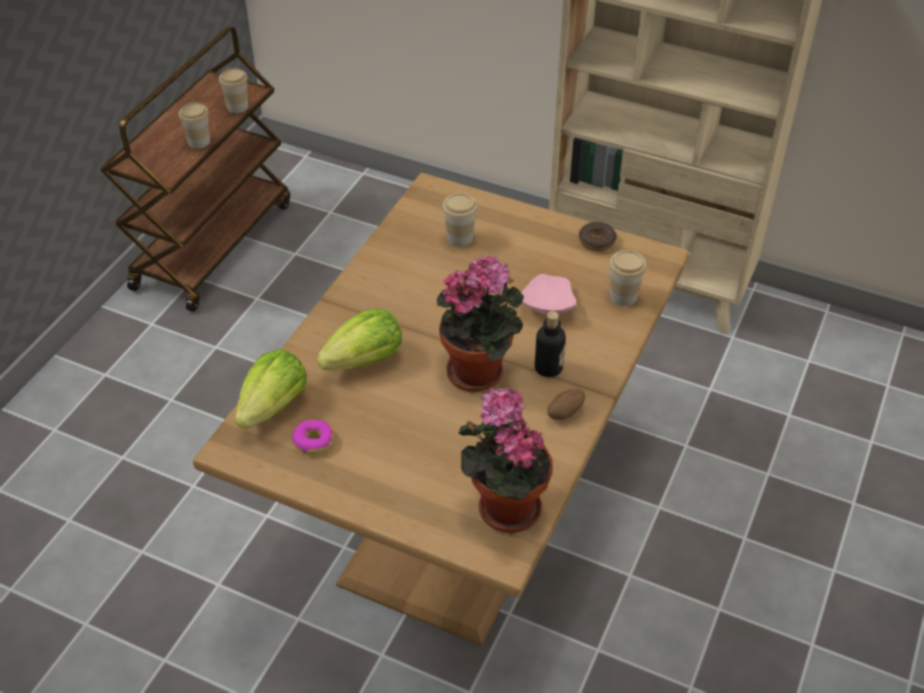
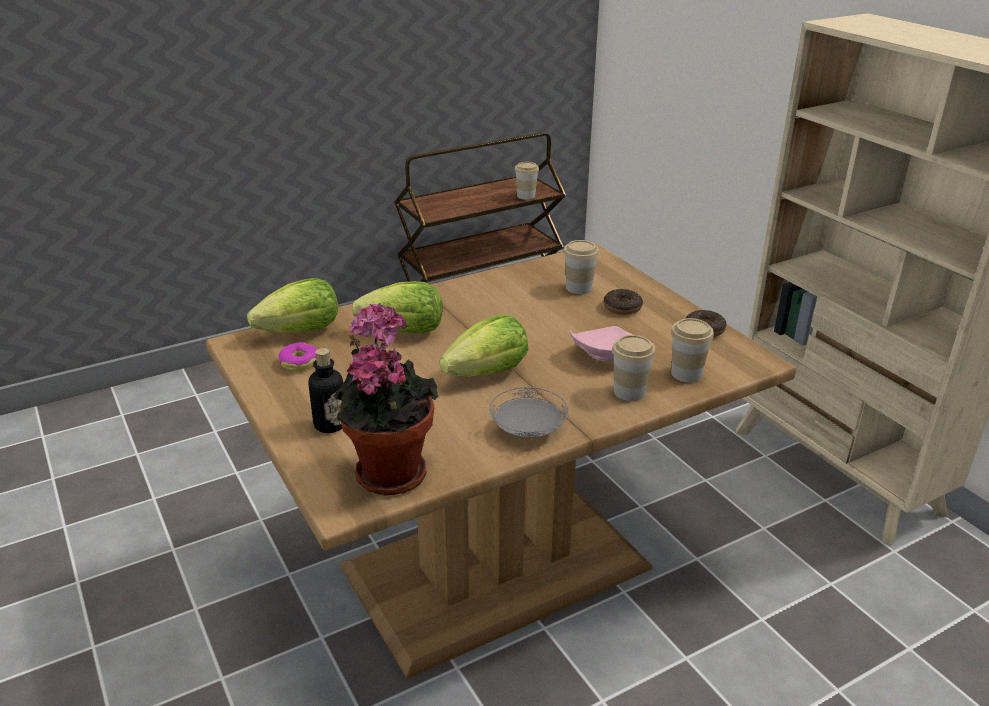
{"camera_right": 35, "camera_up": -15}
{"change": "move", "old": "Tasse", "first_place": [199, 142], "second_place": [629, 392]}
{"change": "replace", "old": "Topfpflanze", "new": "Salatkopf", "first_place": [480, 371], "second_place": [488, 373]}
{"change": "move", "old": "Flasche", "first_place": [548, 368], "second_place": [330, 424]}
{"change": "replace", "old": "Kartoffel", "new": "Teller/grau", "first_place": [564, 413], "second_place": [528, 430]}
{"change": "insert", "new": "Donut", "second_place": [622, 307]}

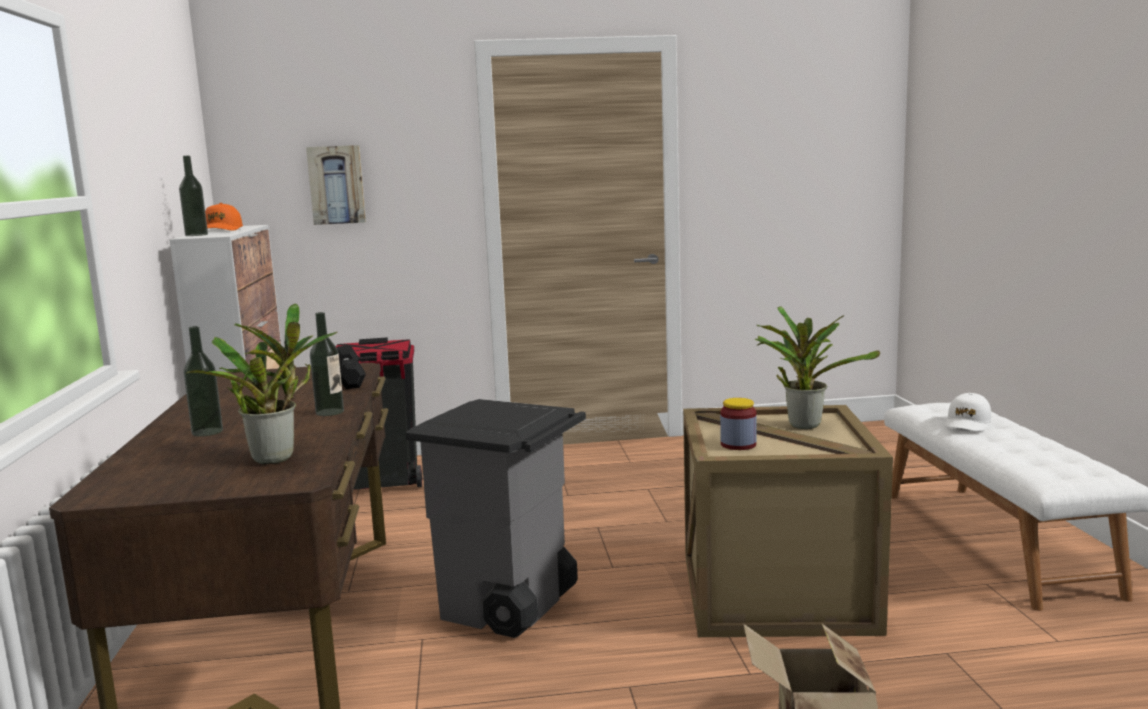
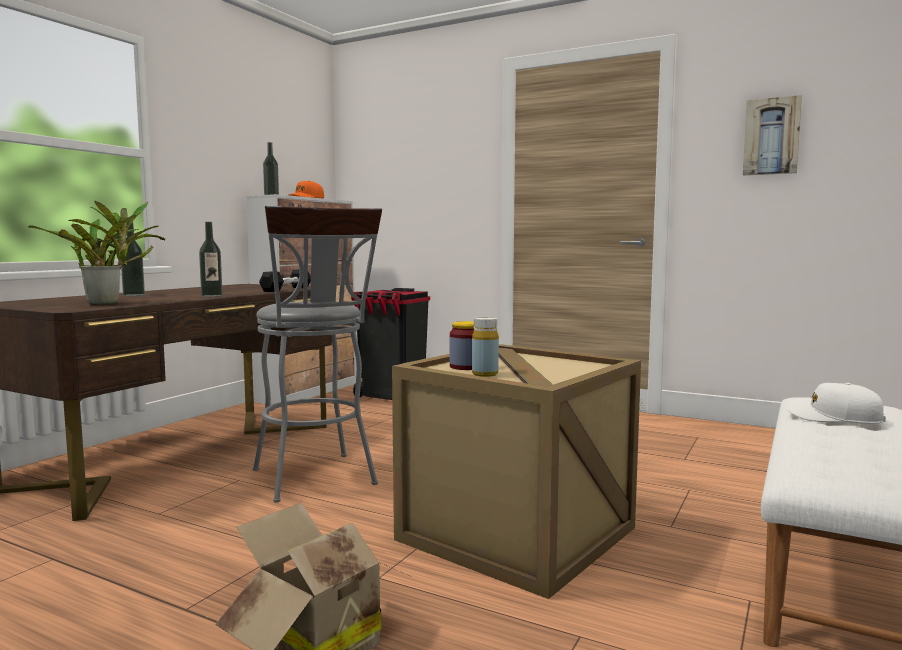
{"camera_right": 35, "camera_up": -5}
{"change": "move", "old": "Bild", "first_place": [337, 185], "second_place": [771, 137]}
{"change": "replace", "old": "Mülleimer/grau", "new": "Hocker/grau", "first_place": [508, 607], "second_place": [317, 480]}
{"change": "delete", "old": "Topfpflanze", "first_place": [803, 424]}
{"change": "rotate", "old": "Kappe/weiß", "first_place": [967, 423], "second_place": [834, 418], "degrees": 45}
{"change": "insert", "new": "Flasche/gelb", "second_place": [485, 374]}

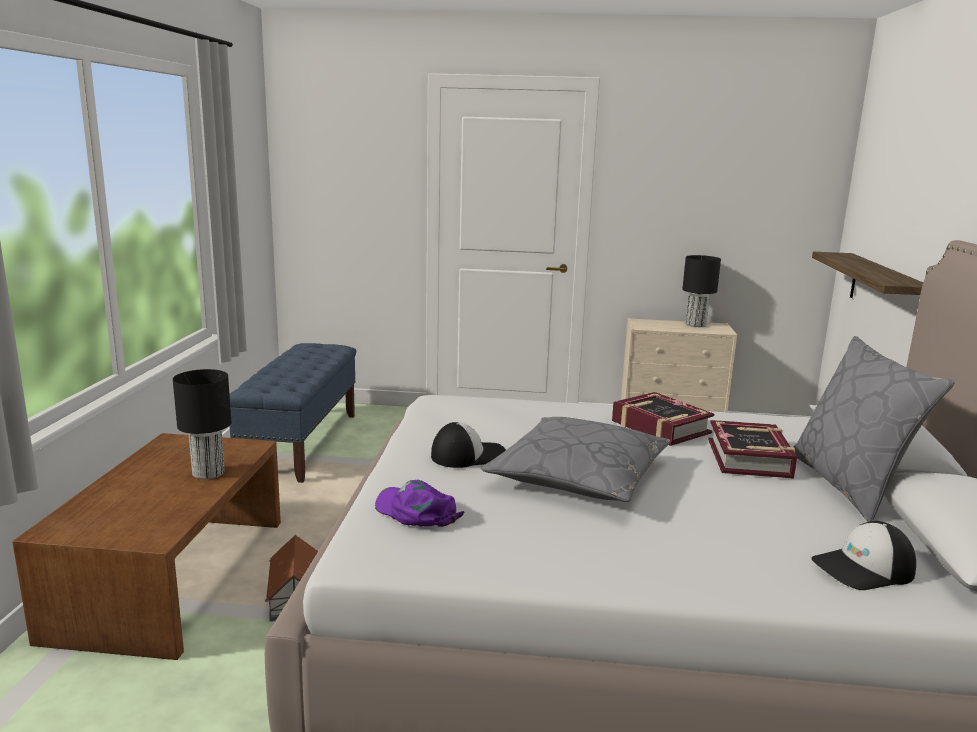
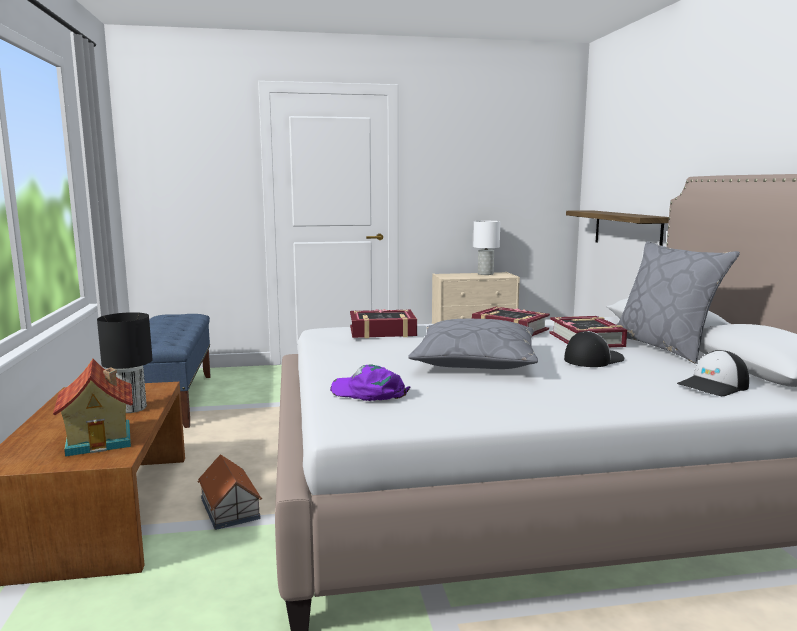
{"camera_right": -15, "camera_up": -5}
{"change": "move", "old": "Kappe", "first_place": [468, 455], "second_place": [593, 359]}
{"change": "recolor", "old": "Tischlampe/schwarz", "new": "Tischlampe/weiß", "first_place": [695, 324], "second_place": [485, 274]}
{"change": "insert", "new": "Spielzeughaus", "second_place": [101, 440]}
{"change": "insert", "new": "Buch", "second_place": [382, 331]}

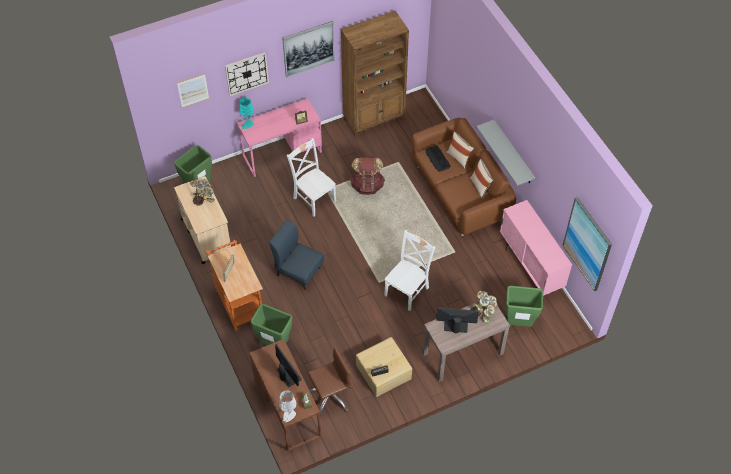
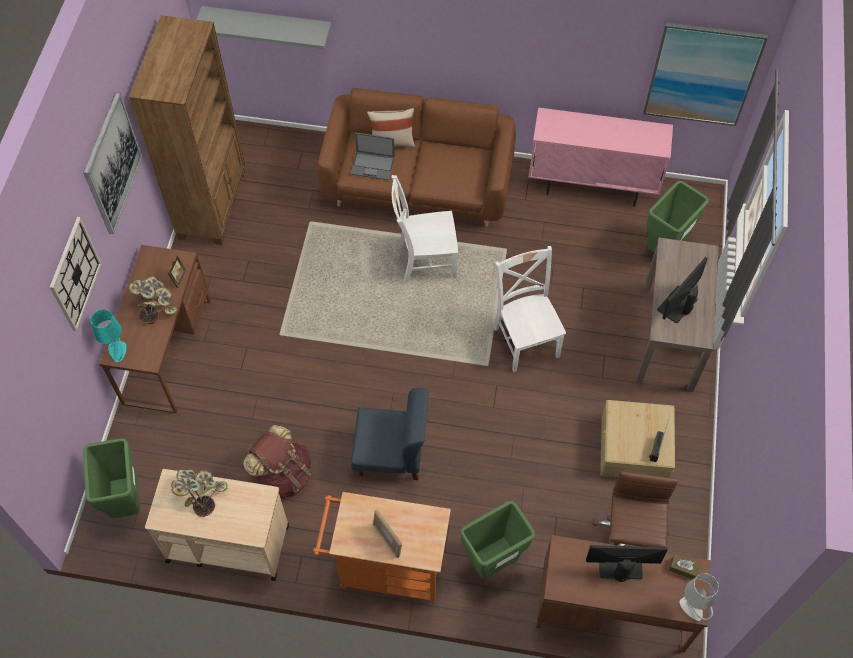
{"camera_right": -55, "camera_up": 5}
{"change": "delete", "old": "Bild", "first_place": [193, 90]}
{"change": "recolor", "old": "Schreibtisch/rosa", "new": "Schreibtisch/braun", "first_place": [282, 153], "second_place": [168, 351]}
{"change": "rotate", "old": "Stuhl/blau", "first_place": [298, 271], "second_place": [391, 454], "degrees": -150}
{"change": "move", "old": "Stuhl/weiß", "first_place": [313, 198], "second_place": [424, 260]}
{"change": "move", "old": "Rucksack/braun", "first_place": [367, 185], "second_place": [283, 475]}
{"change": "replace", "old": "Tastatur", "new": "Laptop", "first_place": [437, 159], "second_place": [373, 165]}
{"change": "delete", "old": "Kissen/beige", "first_place": [480, 186]}
{"change": "move", "old": "Topfpflanze", "first_place": [483, 311], "second_place": [155, 305]}
{"change": "move", "old": "Wandregal/grau", "first_place": [513, 153], "second_place": [267, 23]}

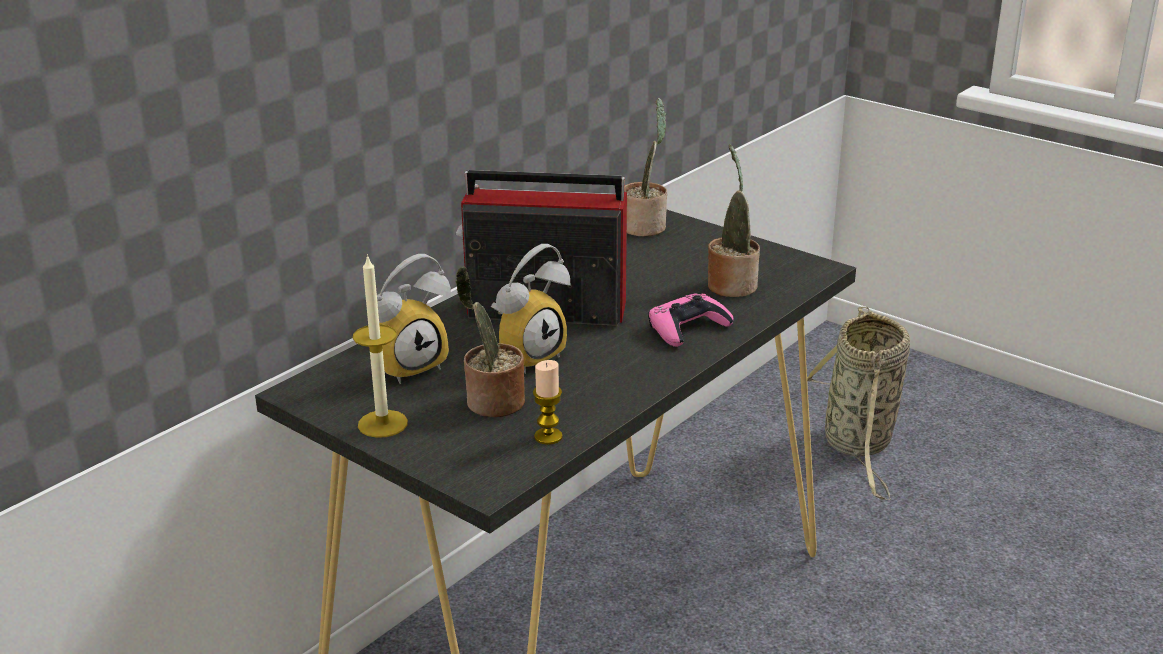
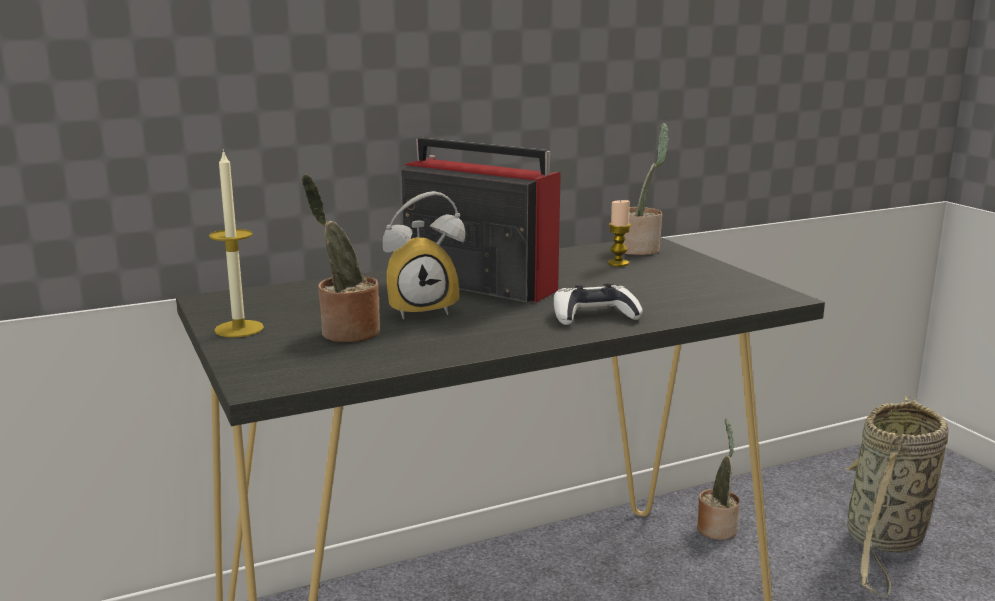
{"camera_right": 25, "camera_up": -10}
{"change": "delete", "old": "Wecker", "first_place": [410, 365]}
{"change": "move", "old": "Kerze", "first_place": [548, 437], "second_place": [618, 263]}
{"change": "recolor", "old": "Gamepad/rosa", "new": "Gamepad/weiß", "first_place": [688, 328], "second_place": [594, 315]}
{"change": "move", "old": "Topfpflanze", "first_place": [731, 284], "second_place": [717, 527]}

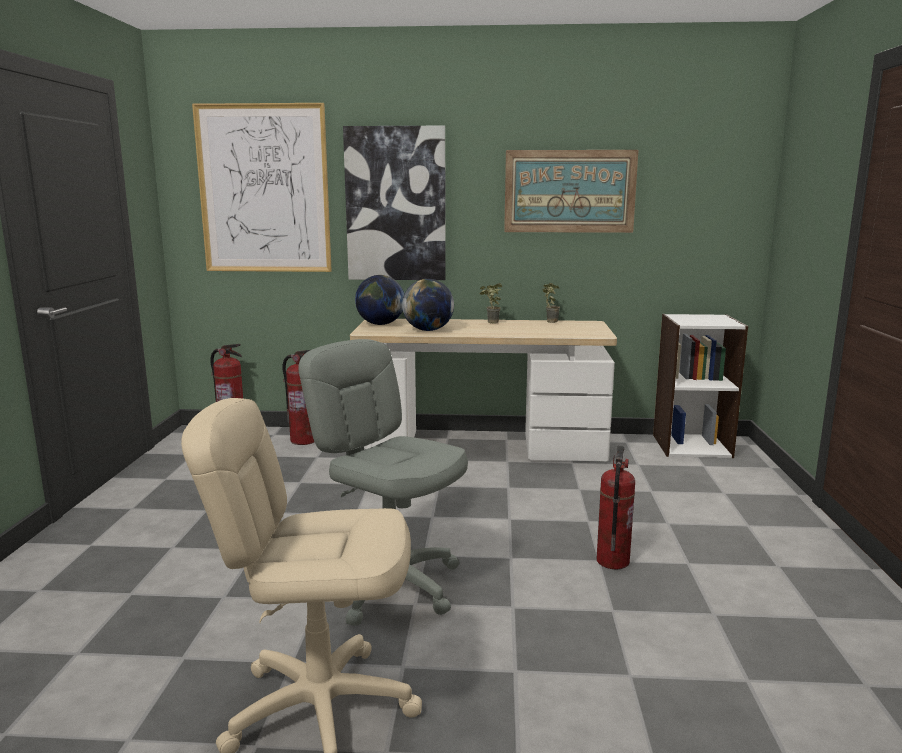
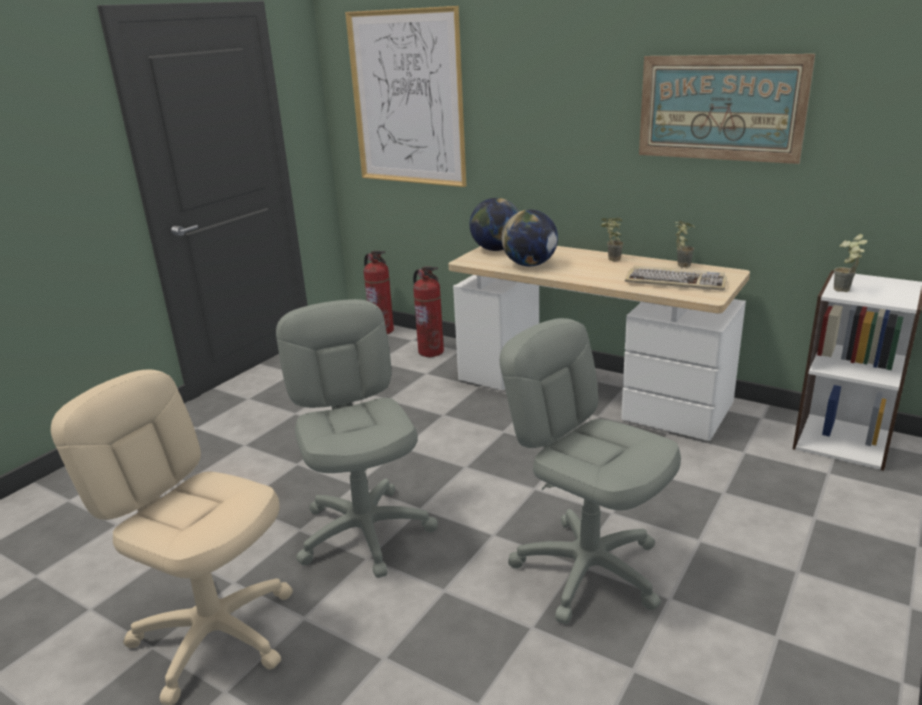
{"camera_right": 30, "camera_up": 10}
{"change": "delete", "old": "Bild", "first_place": [396, 204]}
{"change": "replace", "old": "Feuerlöscher", "new": "Bürostuhl/grau", "first_place": [612, 561], "second_place": [588, 570]}
{"change": "insert", "new": "Tastatur", "second_place": [676, 282]}
{"change": "insert", "new": "Topfpflanze", "second_place": [845, 291]}

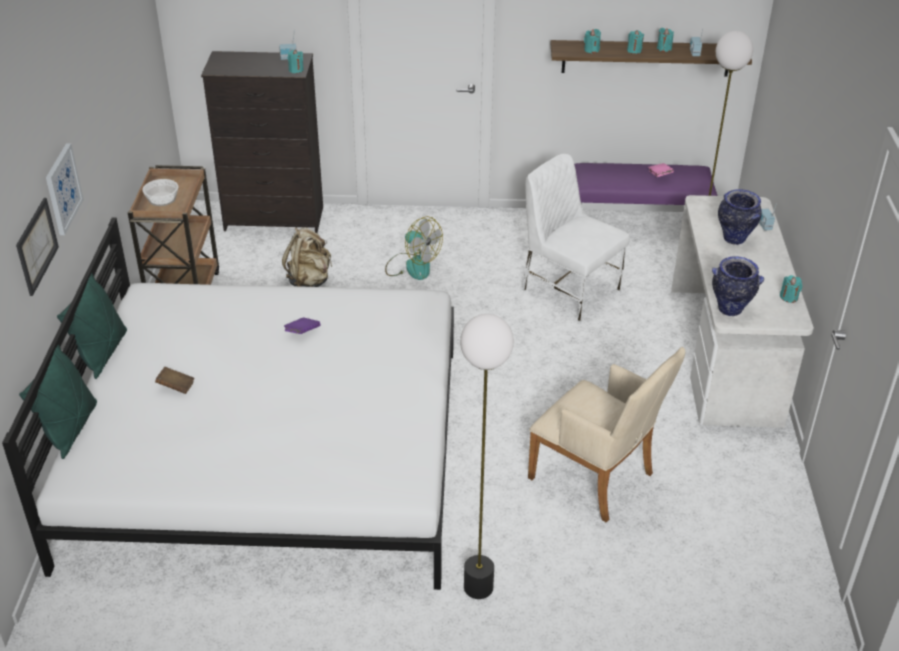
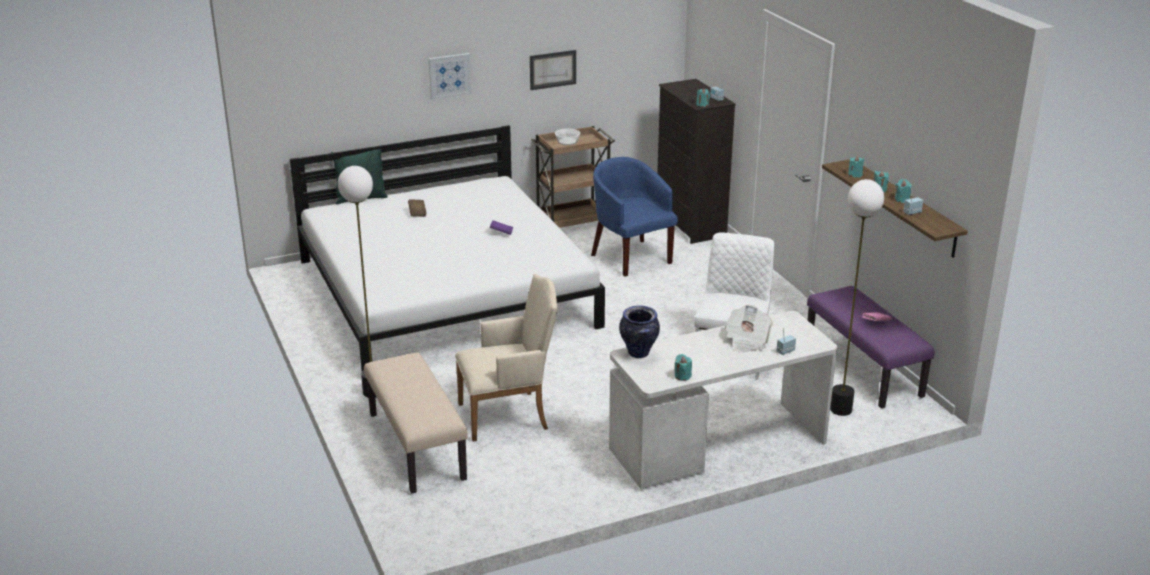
{"camera_right": 65, "camera_up": -10}
{"change": "move", "old": "Bild", "first_place": [36, 246], "second_place": [552, 69]}
{"change": "delete", "old": "Kissen/grün", "first_place": [102, 353]}
{"change": "replace", "old": "Rucksack/beige", "new": "Sessel/blau", "first_place": [309, 281], "second_place": [630, 257]}
{"change": "delete", "old": "Ventilator", "first_place": [412, 266]}
{"change": "rotate", "old": "Sessel/beige", "first_place": [597, 480], "second_place": [509, 415], "degrees": -120}
{"change": "replace", "old": "Vase", "new": "Zeitung", "first_place": [734, 239], "second_place": [747, 341]}
{"change": "insert", "new": "Bank/beige", "second_place": [415, 446]}

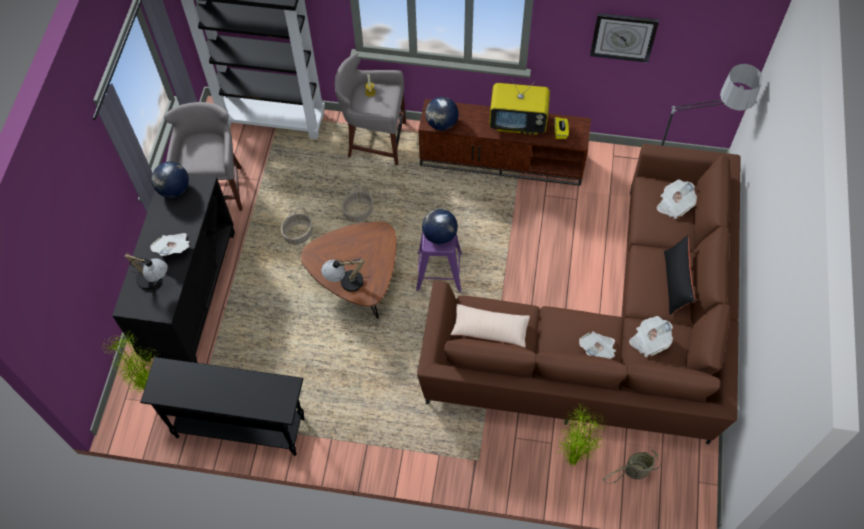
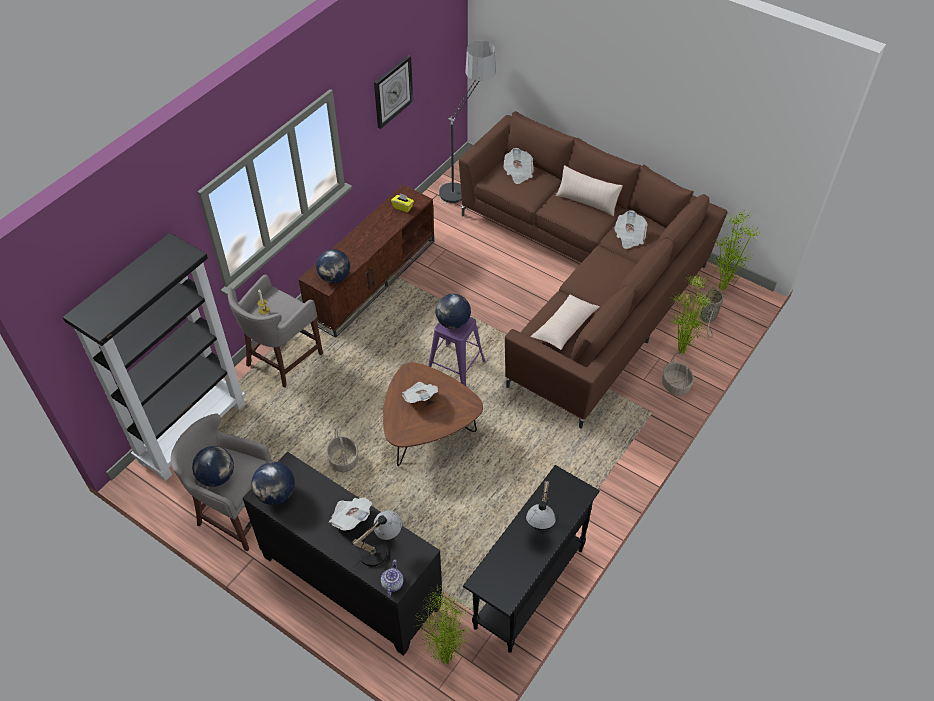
{"camera_right": -65, "camera_up": -10}
{"change": "move", "old": "Tischlampe", "first_place": [345, 283], "second_place": [540, 525]}
{"change": "move", "old": "Korb", "first_place": [358, 211], "second_place": [675, 385]}
{"change": "delete", "old": "Fernseher", "first_place": [518, 122]}
{"change": "move", "old": "Zeitung", "first_place": [597, 349], "second_place": [420, 397]}
{"change": "recolor", "old": "Kissen/schwarz", "new": "Kissen/beige", "first_place": [675, 282], "second_place": [587, 201]}
{"change": "insert", "new": "Globus", "second_place": [217, 476]}
{"change": "insert", "new": "Teekanne", "second_place": [392, 583]}
{"change": "insert", "new": "Topfpflanze", "second_place": [721, 289]}

